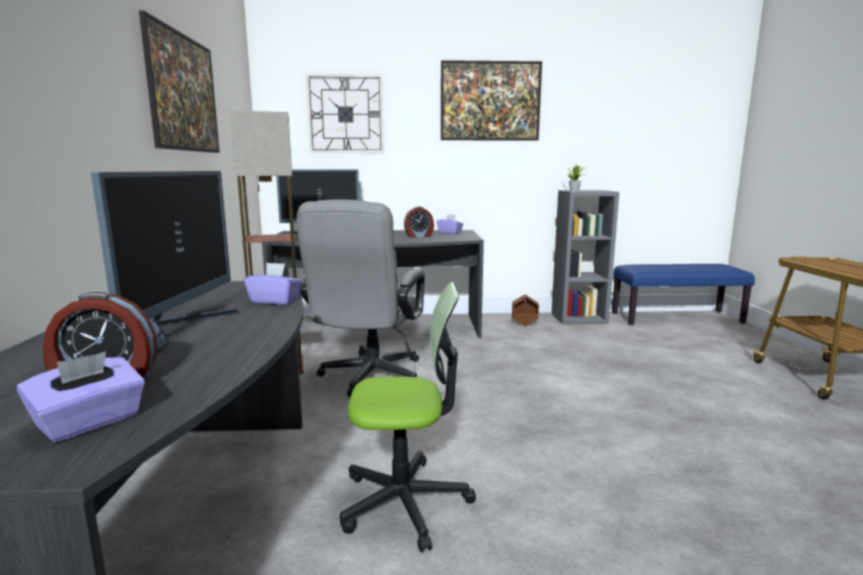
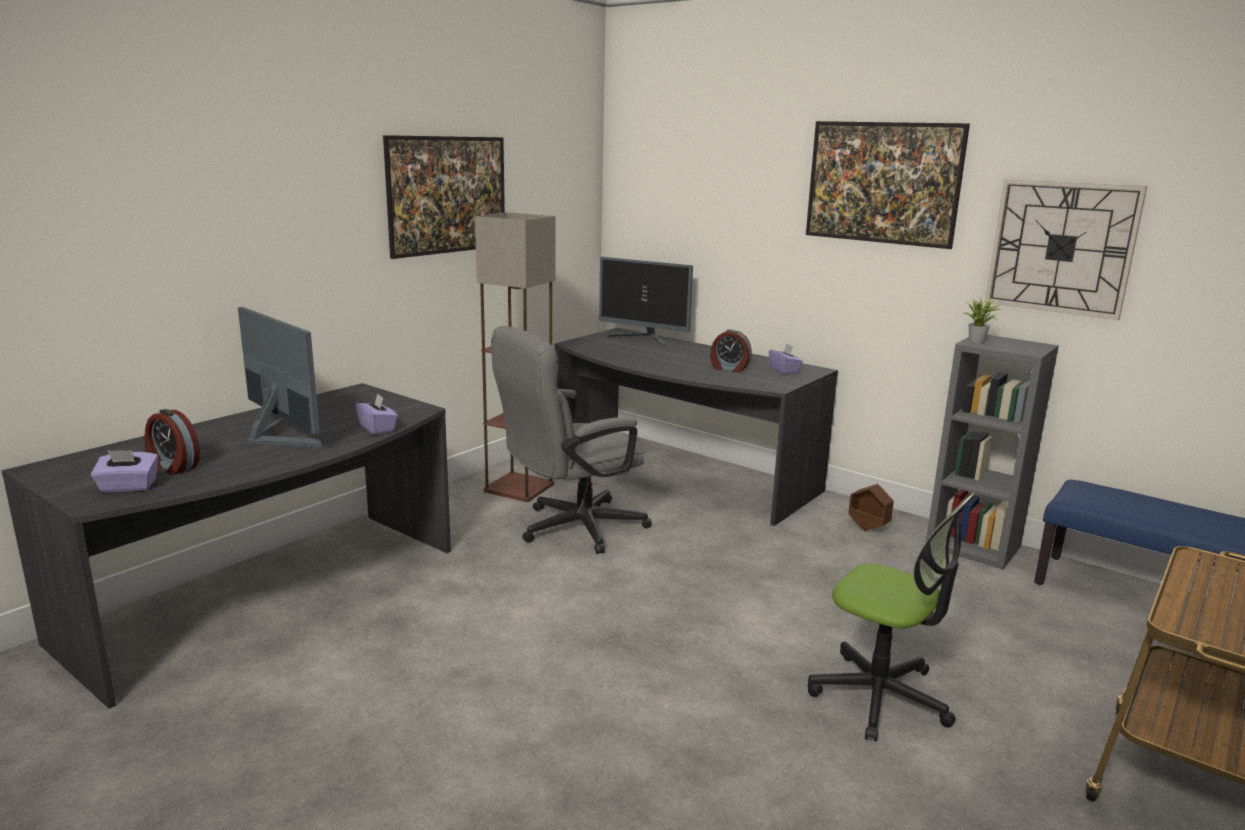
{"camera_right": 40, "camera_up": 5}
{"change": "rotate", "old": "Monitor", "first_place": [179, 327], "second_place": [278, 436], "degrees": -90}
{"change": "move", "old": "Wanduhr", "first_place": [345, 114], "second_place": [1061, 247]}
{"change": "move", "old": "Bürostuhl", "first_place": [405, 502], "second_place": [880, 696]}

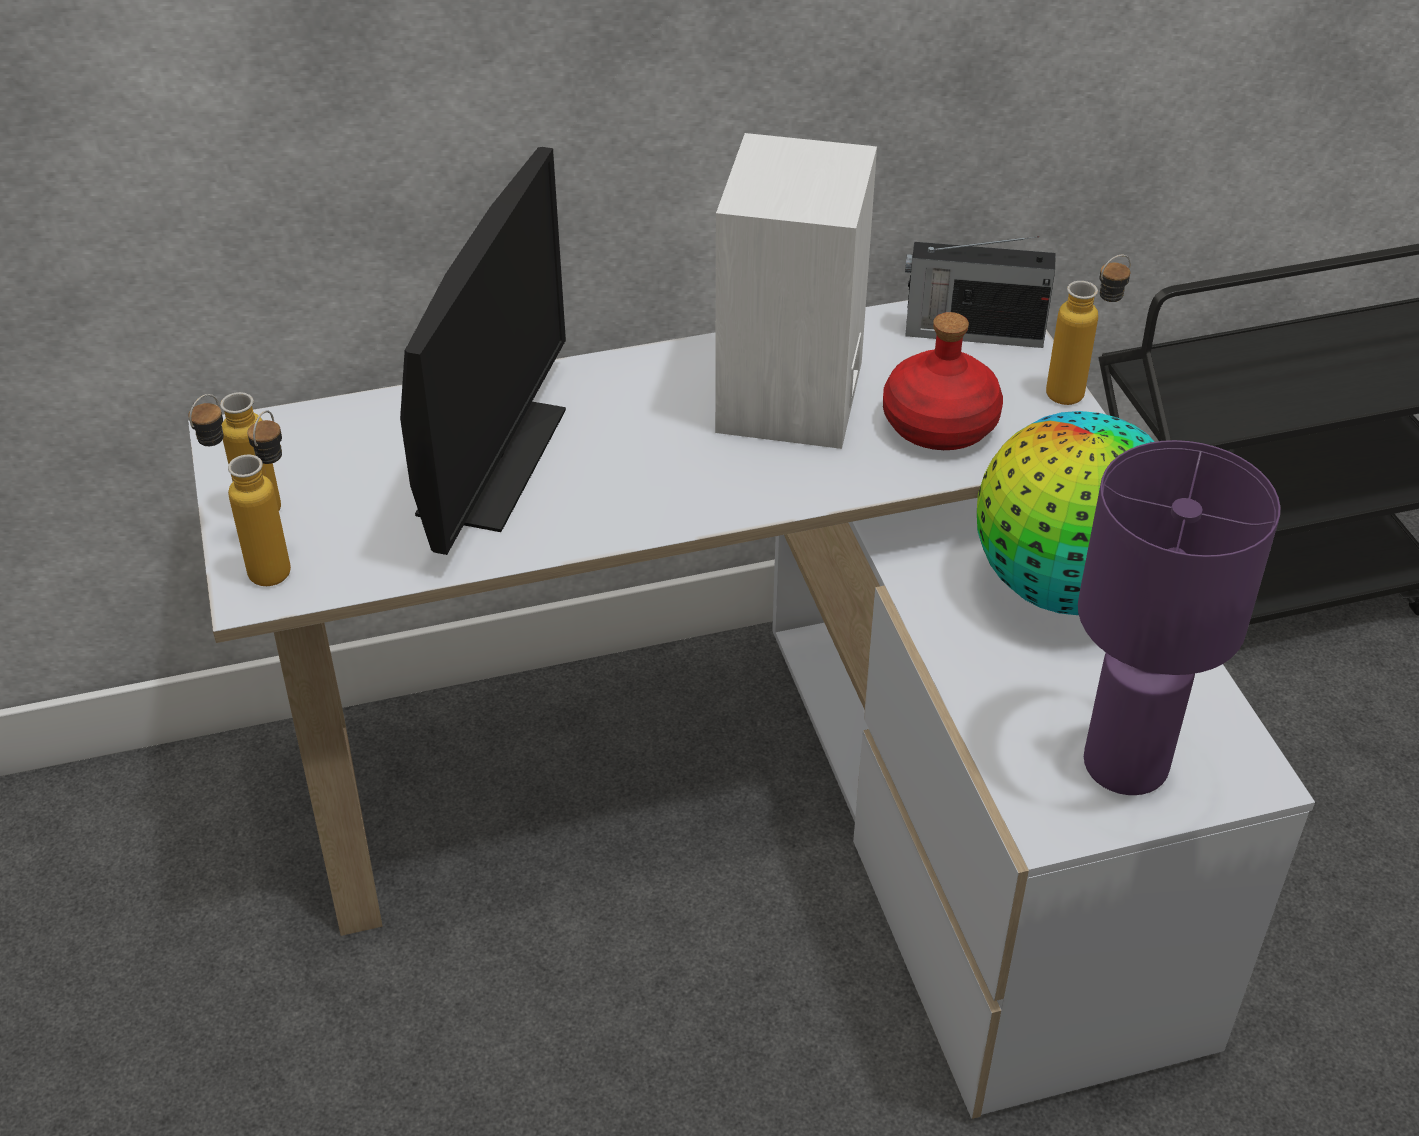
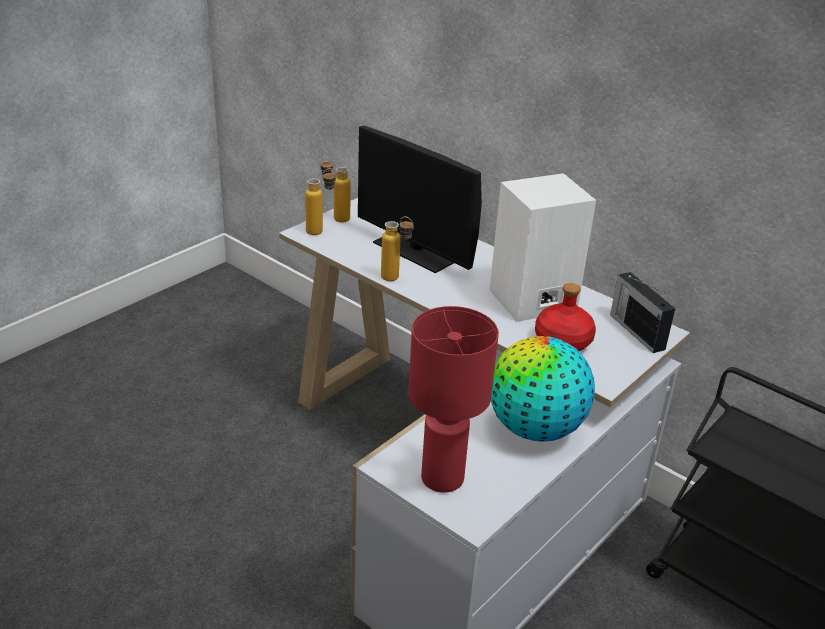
{"camera_right": 55, "camera_up": -10}
{"change": "rotate", "old": "Monitor", "first_place": [493, 461], "second_place": [416, 251], "degrees": 60}
{"change": "move", "old": "Flasche", "first_place": [1078, 390], "second_place": [396, 279]}
{"change": "recolor", "old": "Tischlampe/lila", "new": "Tischlampe/rot", "first_place": [1124, 763], "second_place": [443, 477]}

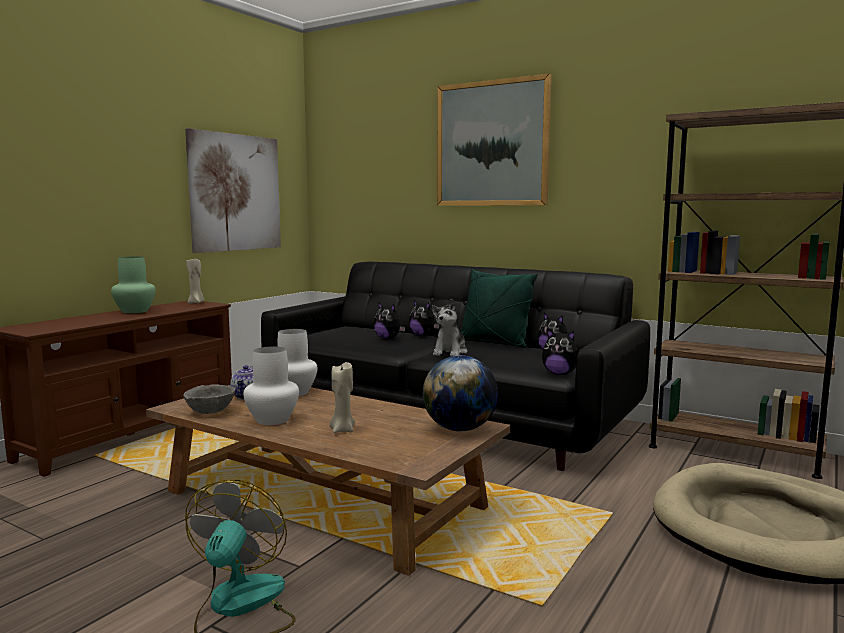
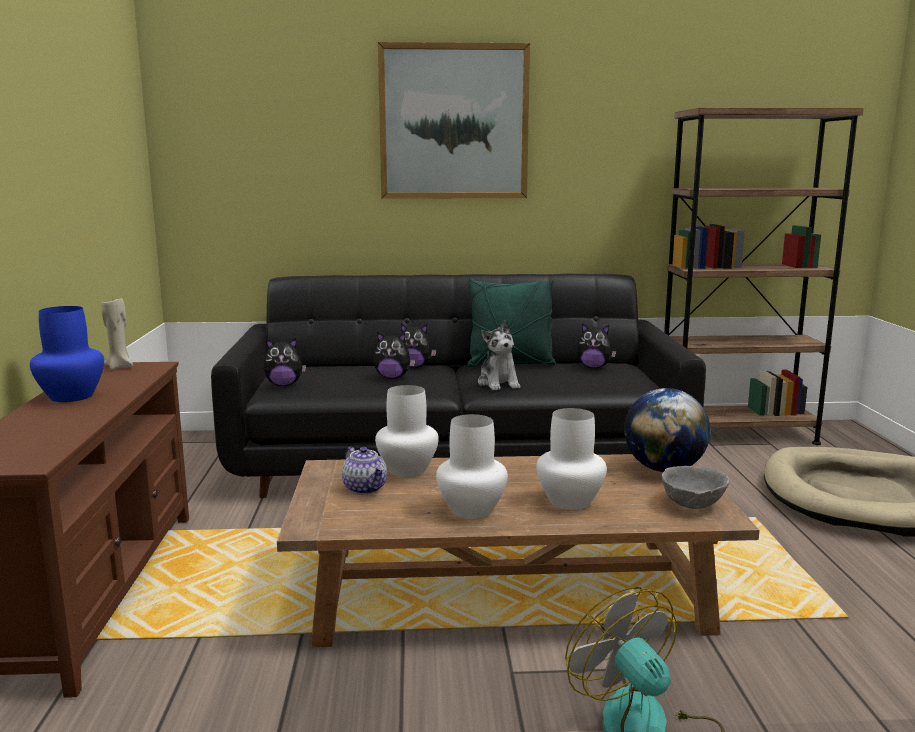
{"camera_right": -35, "camera_up": 5}
{"change": "recolor", "old": "Vase/grün", "new": "Vase/blau", "first_place": [135, 311], "second_place": [72, 396]}
{"change": "move", "old": "Schüssel/grau", "first_place": [211, 412], "second_place": [693, 504]}
{"change": "delete", "old": "Bild", "first_place": [235, 192]}
{"change": "replace", "old": "Kerze/beige", "new": "Vase/weiß", "first_place": [342, 430], "second_place": [570, 501]}
{"change": "move", "old": "Plüschtier", "first_place": [560, 374], "second_place": [284, 385]}

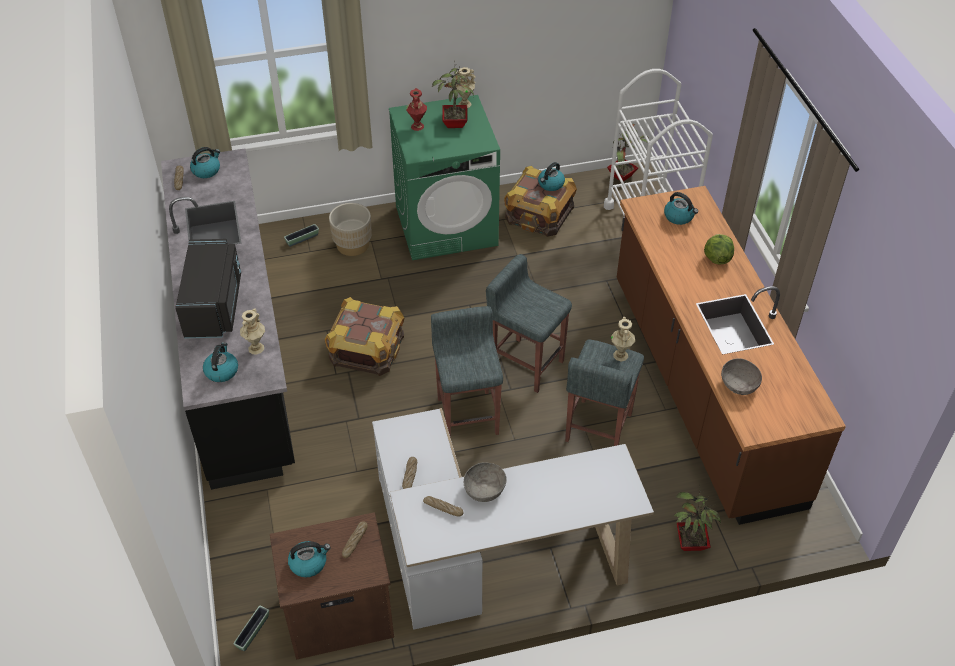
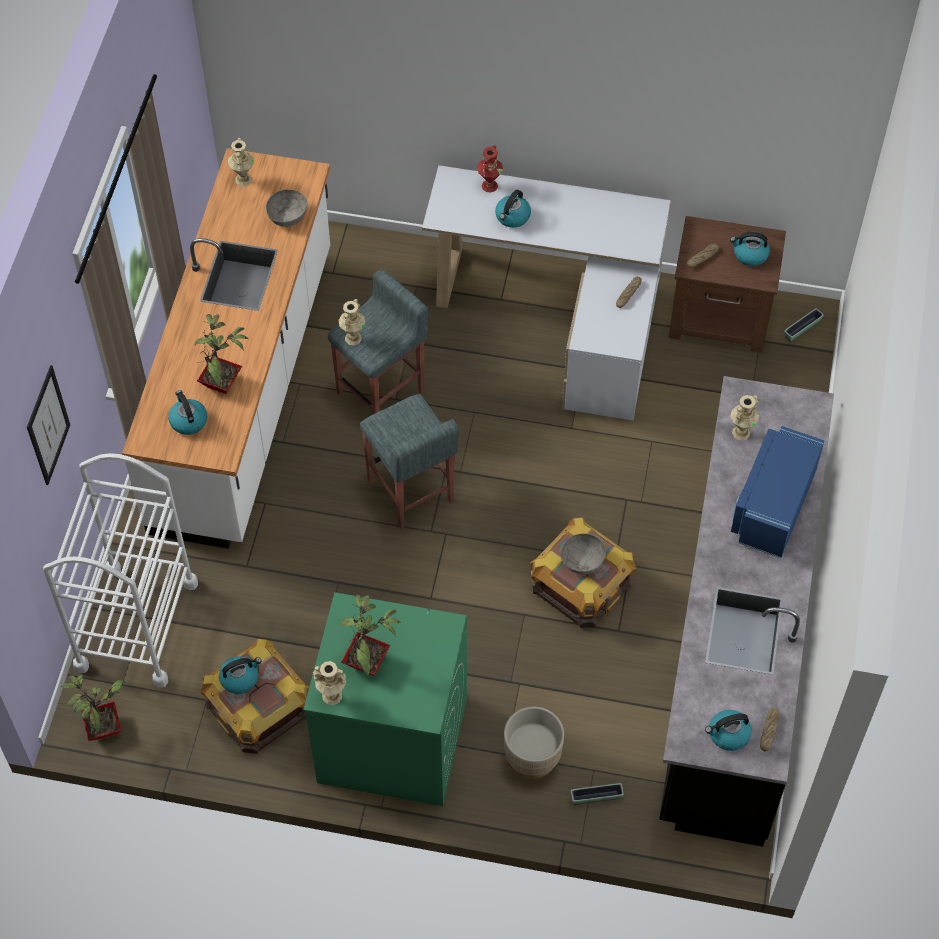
{"camera_right": -155, "camera_up": 10}
{"change": "recolor", "old": "Mikrowelle/schwarz", "new": "Mikrowelle/blau", "first_place": [215, 305], "second_place": [771, 505]}
{"change": "move", "old": "Wasserkessel", "first_place": [221, 371], "second_place": [512, 217]}
{"change": "move", "old": "Vase/rot", "first_place": [417, 126], "second_place": [489, 185]}
{"change": "delete", "old": "Brot", "first_place": [443, 508]}
{"change": "delete", "old": "Hocker/grau", "first_place": [468, 414]}
{"change": "move", "old": "Schüssel/grau", "first_place": [484, 489], "second_place": [582, 561]}
{"change": "recolor", "old": "Küchenzeile/braun", "new": "Küchenzeile/weiß", "first_place": [702, 389], "second_place": [245, 389]}
{"change": "move", "old": "Topfpflanze", "first_place": [689, 543], "second_place": [223, 384]}
{"change": "delete", "old": "Salatkopf", "first_place": [717, 258]}
{"change": "insert", "new": "Bild", "second_place": [48, 425]}
{"change": "insert", "new": "Vase/beige", "second_place": [243, 179]}

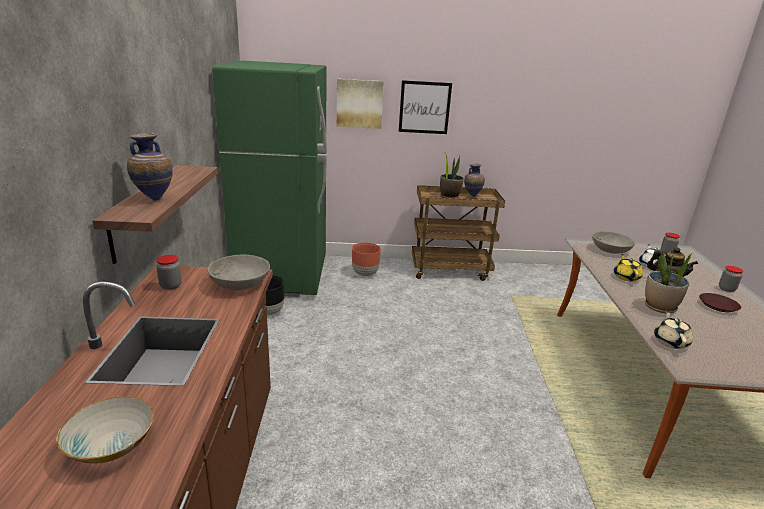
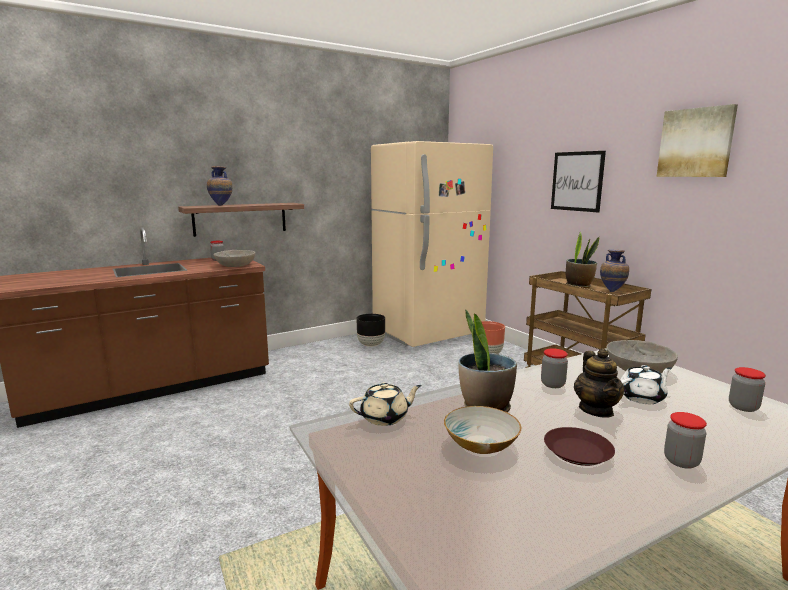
{"camera_right": 60, "camera_up": -10}
{"change": "move", "old": "Schüssel", "first_place": [110, 445], "second_place": [480, 444]}
{"change": "recolor", "old": "Kühlschrank/grün", "new": "Kühlschrank/beige", "first_place": [282, 275], "second_place": [428, 333]}
{"change": "move", "old": "Bild", "first_place": [359, 103], "second_place": [696, 143]}
{"change": "replace", "old": "Teekanne/gelb", "new": "Vorratsglas", "first_place": [626, 277], "second_place": [552, 384]}

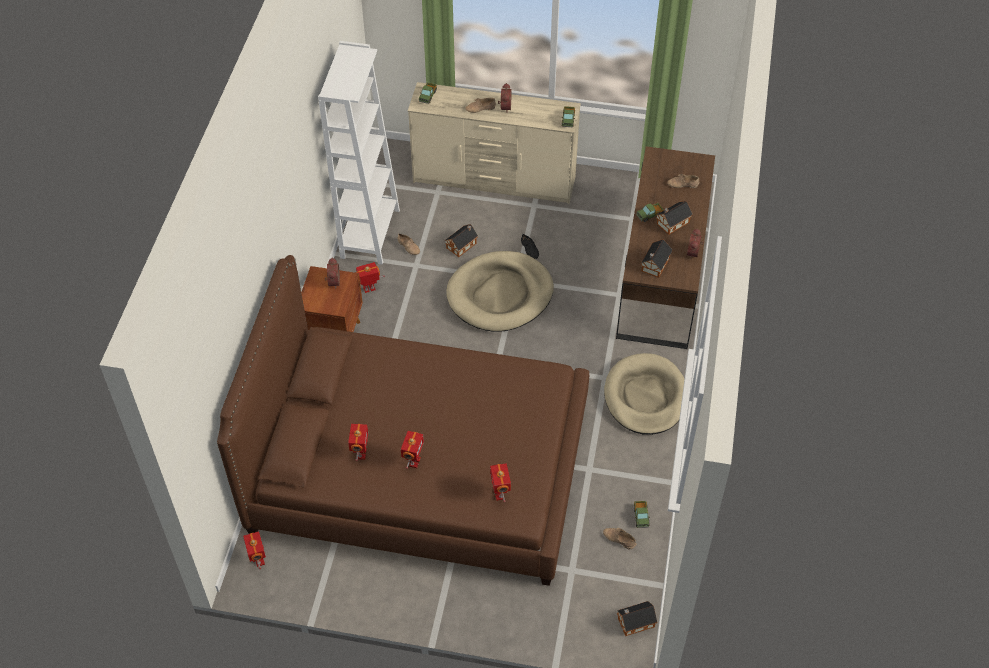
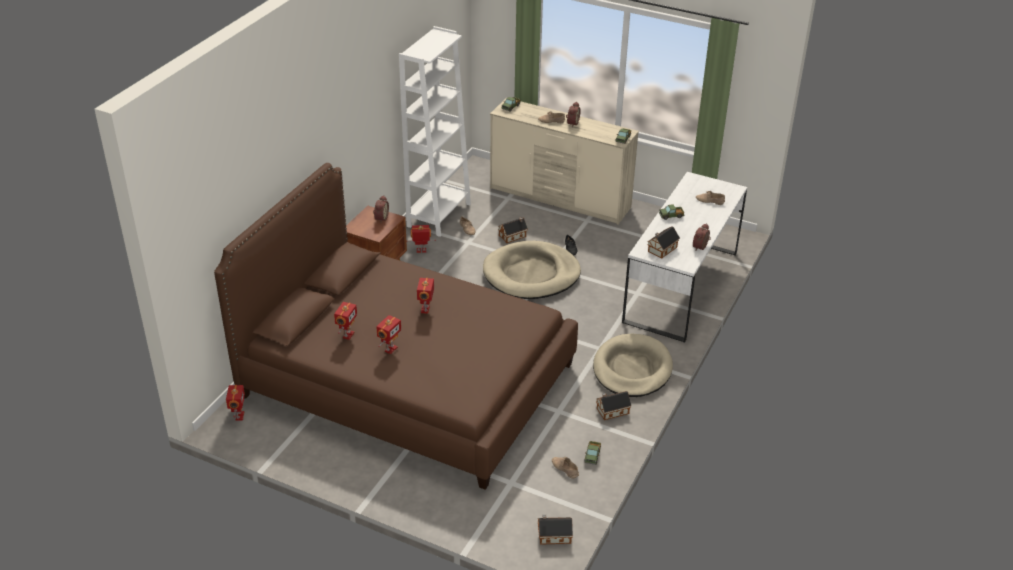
{"camera_right": 15, "camera_up": -15}
{"change": "move", "old": "Spielzeugroboter", "first_place": [500, 494], "second_place": [426, 309]}
{"change": "recolor", "old": "Schreibtisch/braun", "new": "Schreibtisch/weiß", "first_place": [661, 275], "second_place": [681, 286]}
{"change": "move", "old": "Spielzeughaus", "first_place": [671, 223], "second_place": [611, 411]}

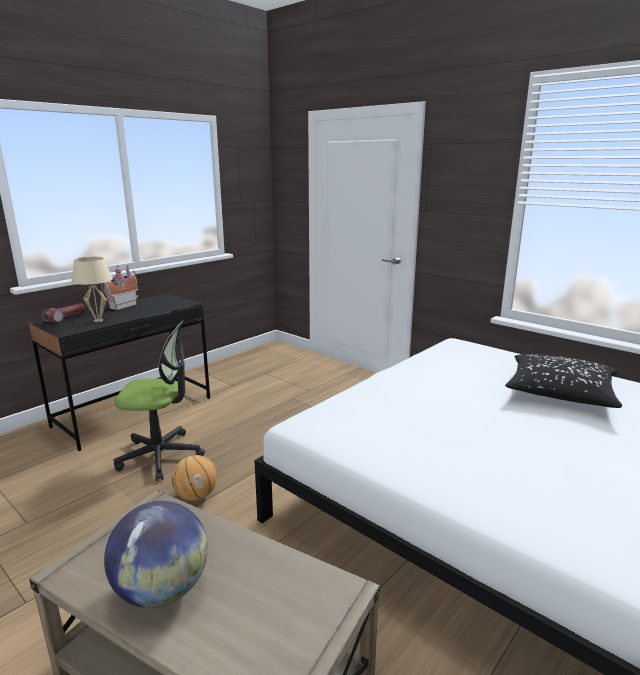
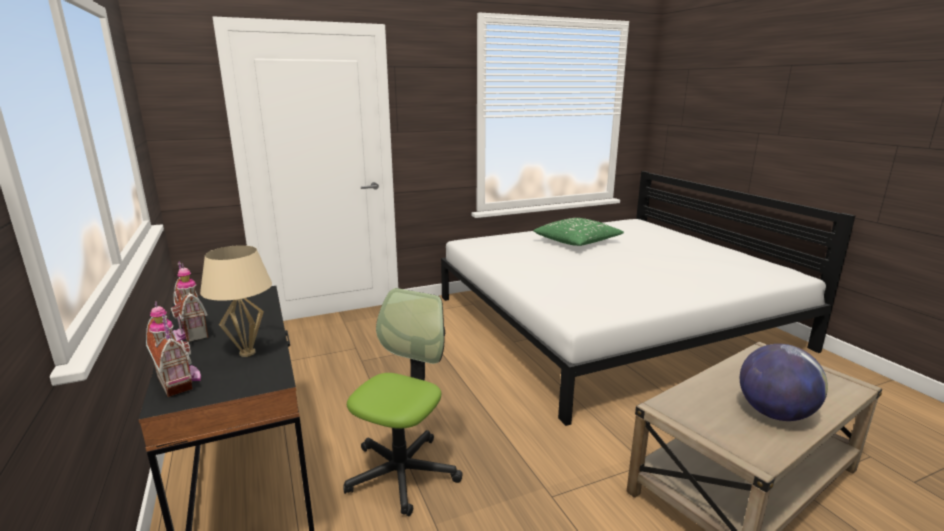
{"camera_right": -65, "camera_up": 0}
{"change": "replace", "old": "Taschenlampe", "new": "Spielzeughaus", "first_place": [65, 318], "second_place": [180, 380]}
{"change": "delete", "old": "Basketball", "first_place": [196, 496]}
{"change": "recolor", "old": "Kissen/schwarz", "new": "Kissen/grün", "first_place": [559, 393], "second_place": [577, 242]}

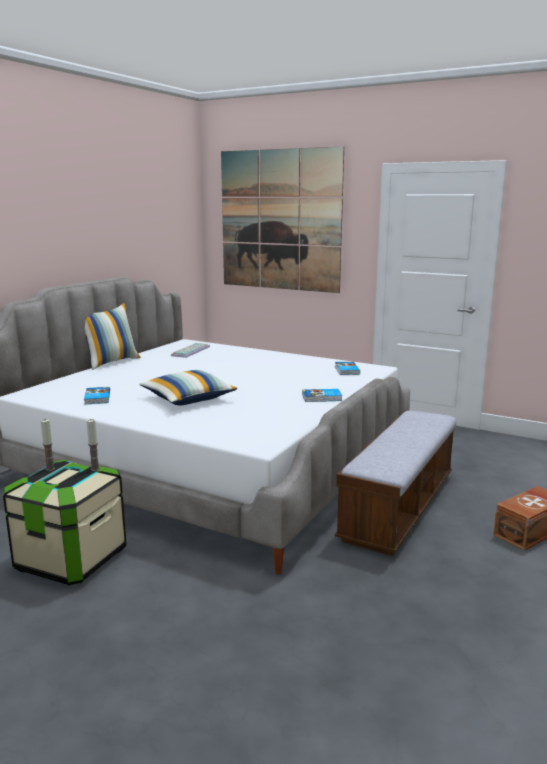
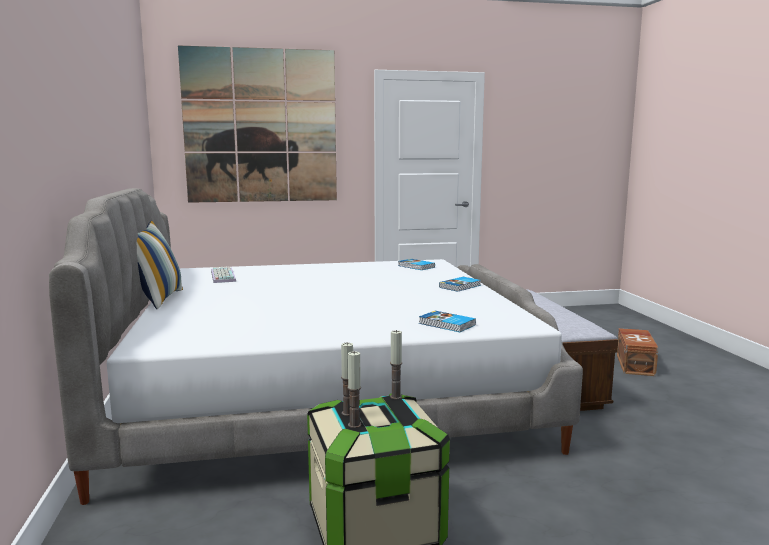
{"camera_right": -40, "camera_up": -5}
{"change": "move", "old": "Buch", "first_place": [96, 398], "second_place": [446, 324]}
{"change": "delete", "old": "Kissen", "first_place": [188, 399]}
{"change": "insert", "new": "Kerze", "second_place": [354, 425]}

